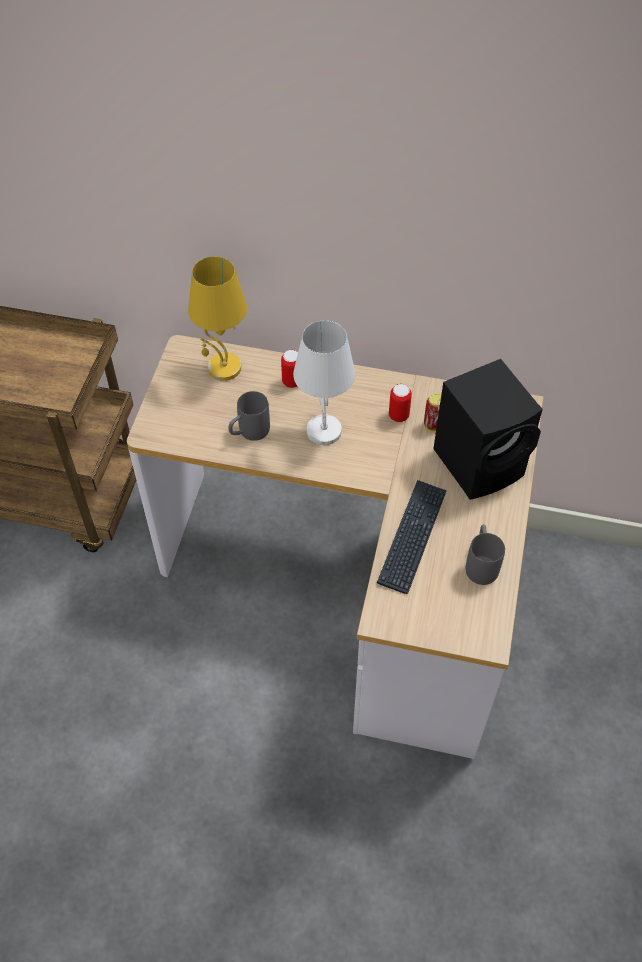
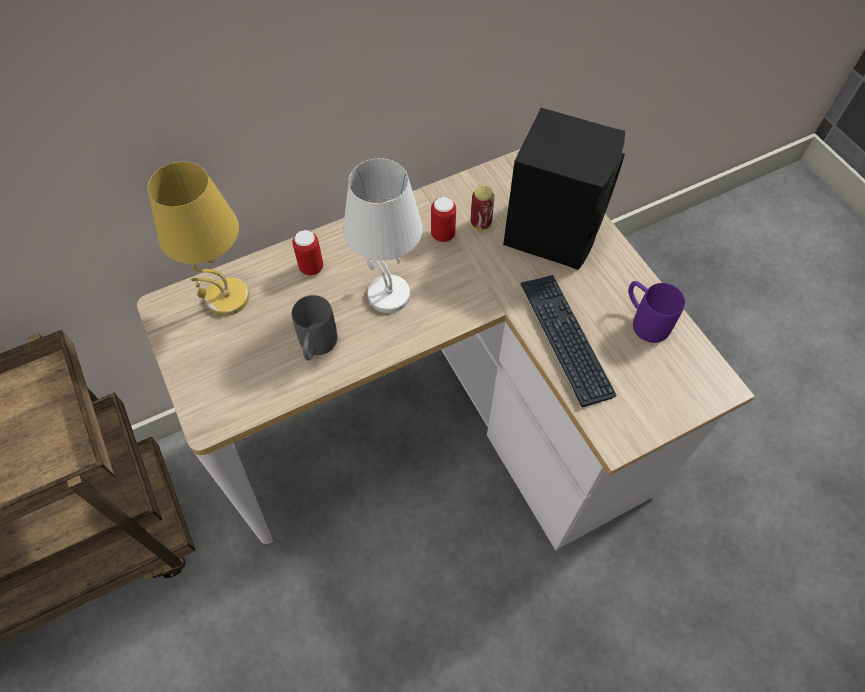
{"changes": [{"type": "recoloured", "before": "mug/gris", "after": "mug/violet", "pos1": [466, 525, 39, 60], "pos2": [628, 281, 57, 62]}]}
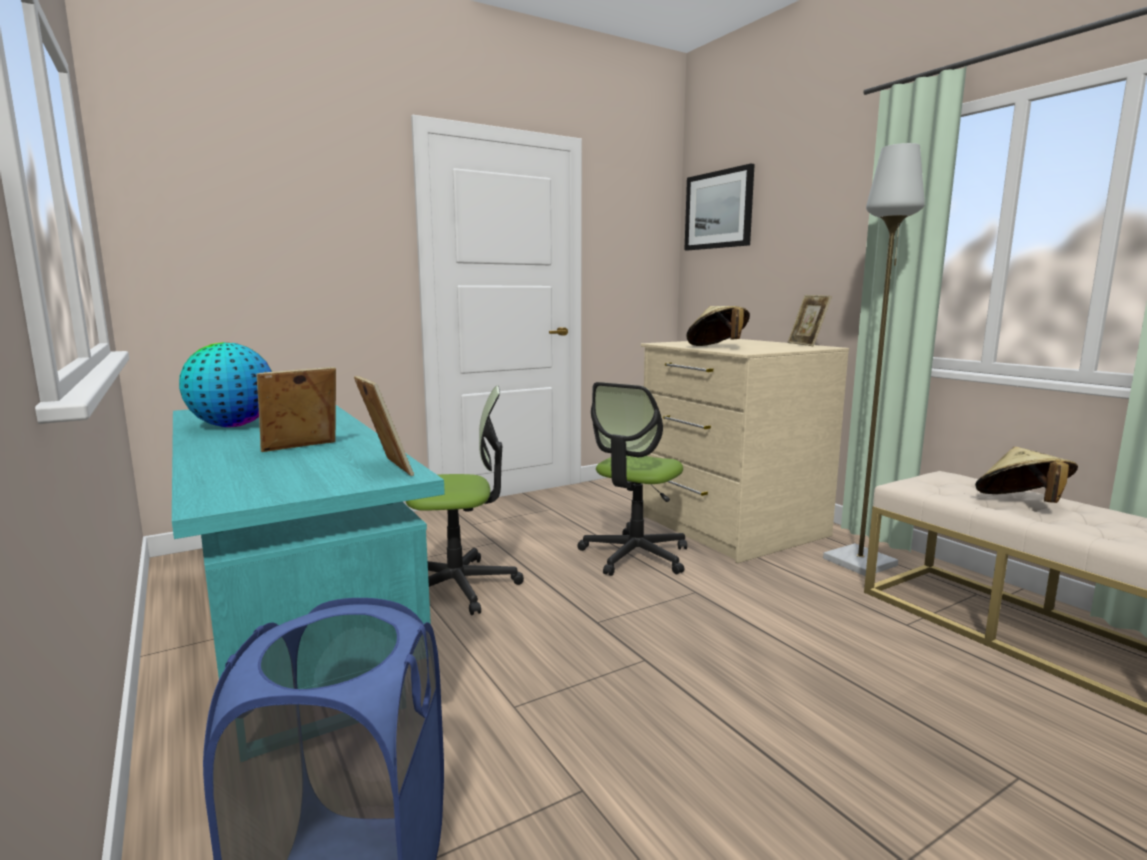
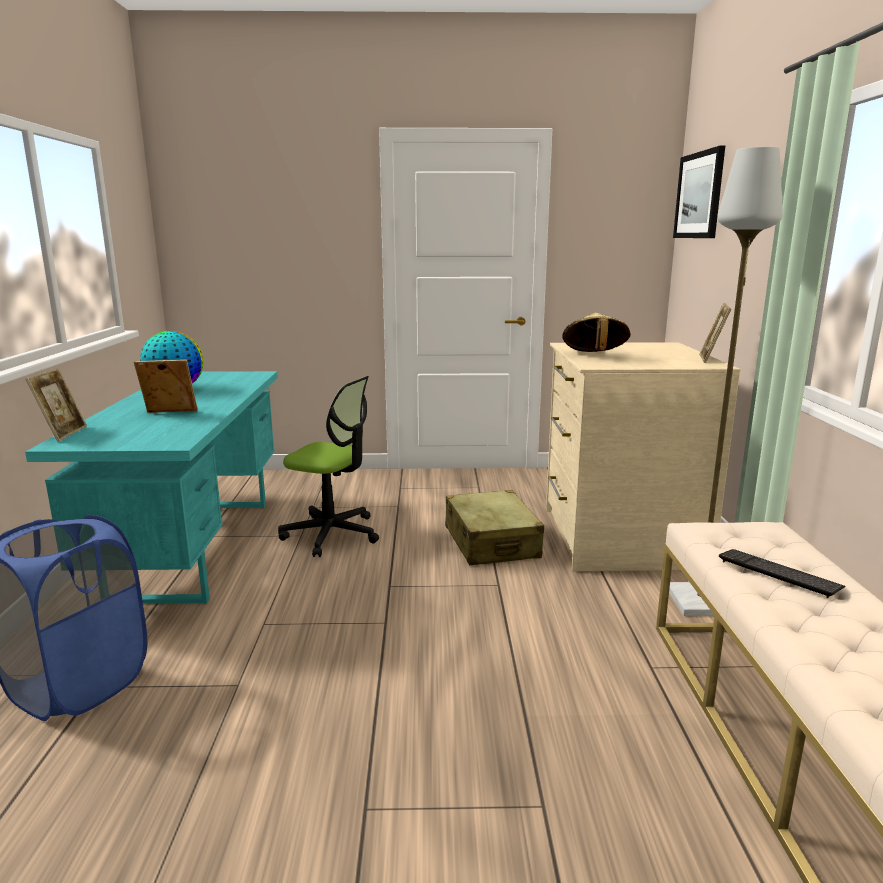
{"changes": [{"type": "moved", "before": "cadre photo", "pos1": [354, 376, 60, 100], "pos2": [26, 368, 61, 74]}, {"type": "replaced", "before": "chaise de bureau", "after": "valise/beige", "pos1": [577, 382, 110, 194], "pos2": [445, 490, 99, 75]}, {"type": "replaced", "before": "chapeau/beige", "after": "clavier", "pos1": [975, 447, 103, 56], "pos2": [719, 549, 127, 49]}]}
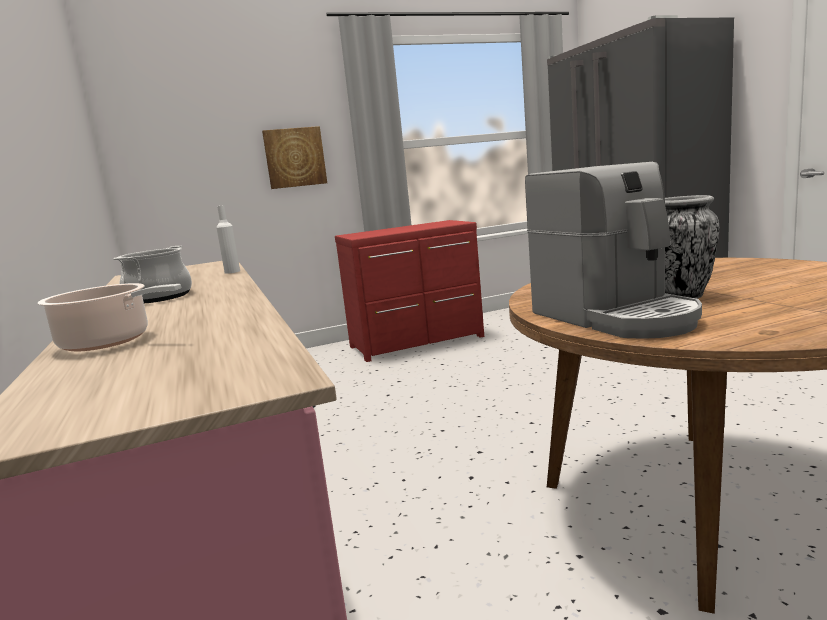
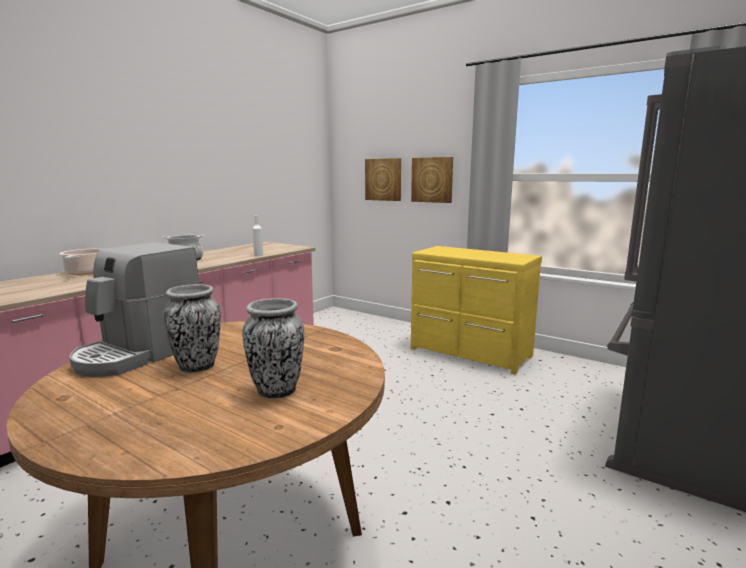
{"changes": [{"type": "added", "after": "vase", "pos2": [242, 298, 62, 101]}, {"type": "added", "after": "tableau", "pos2": [365, 158, 36, 43]}, {"type": "recoloured", "before": "commode/rouge", "after": "commode/jaune", "pos1": [335, 220, 149, 142], "pos2": [411, 246, 131, 129]}]}
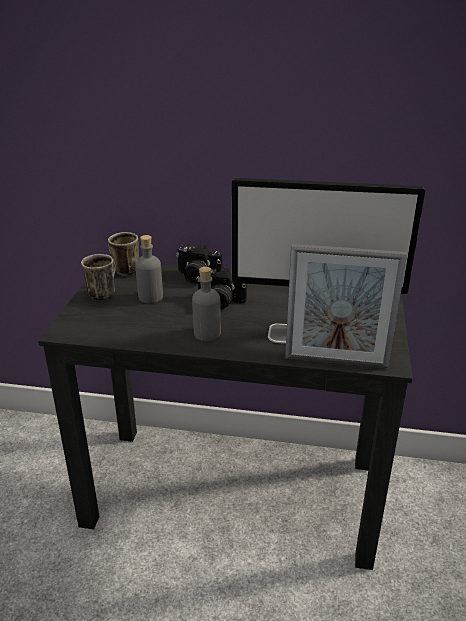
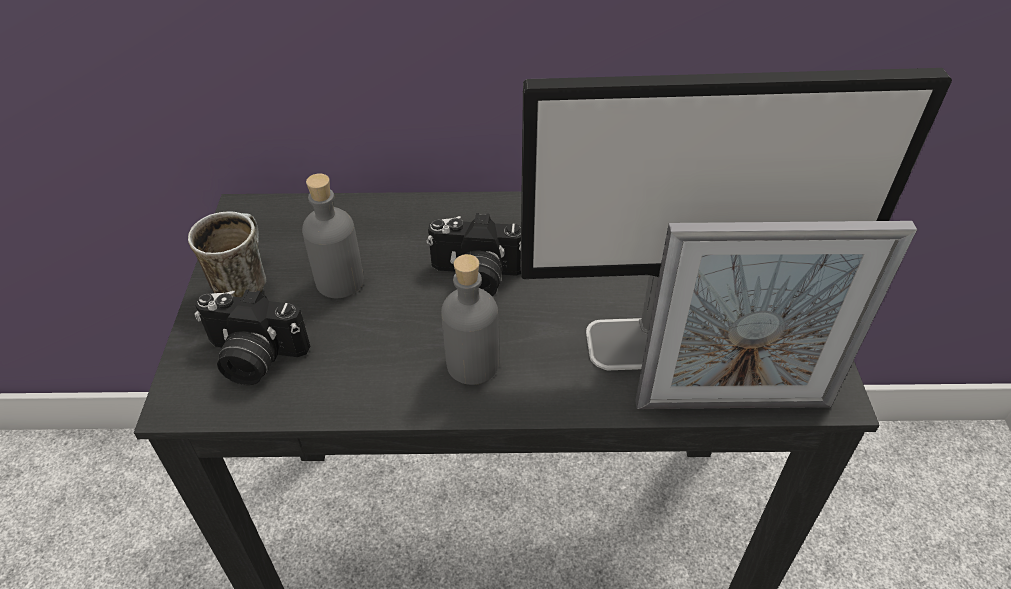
{"changes": [{"type": "removed", "before": "mug", "pos1": [108, 232, 31, 44]}, {"type": "moved", "before": "appareil photo", "pos1": [176, 244, 46, 40], "pos2": [195, 289, 115, 96]}]}
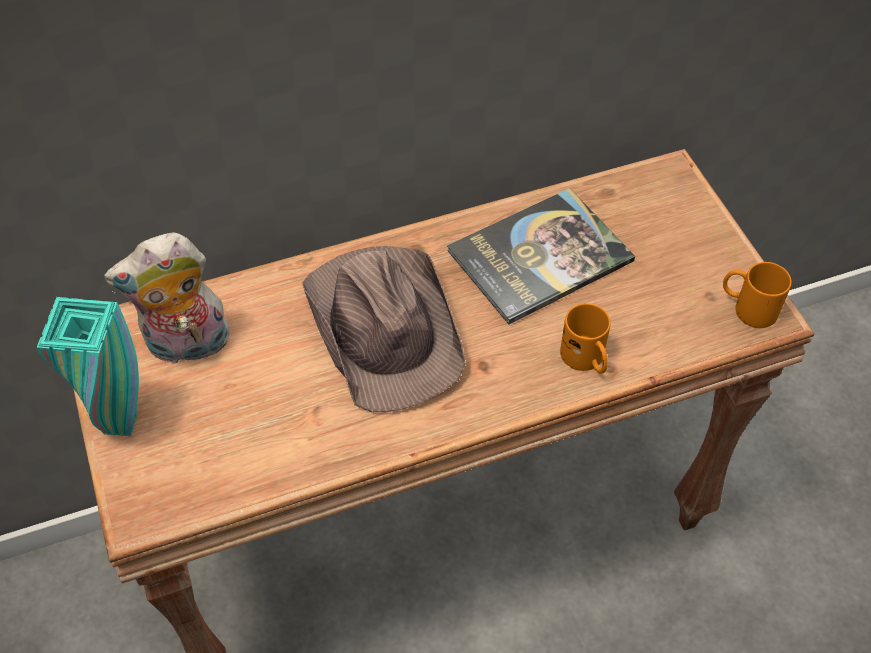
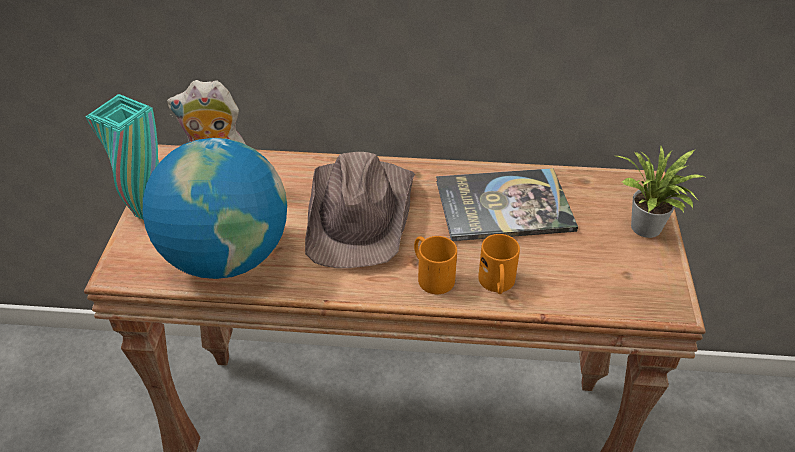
{"changes": [{"type": "added", "after": "globe", "pos2": [143, 138, 144, 141]}, {"type": "added", "after": "plante en pot", "pos2": [613, 146, 91, 92]}, {"type": "moved", "before": "mug/orange", "pos1": [723, 262, 69, 66], "pos2": [414, 236, 43, 58]}]}
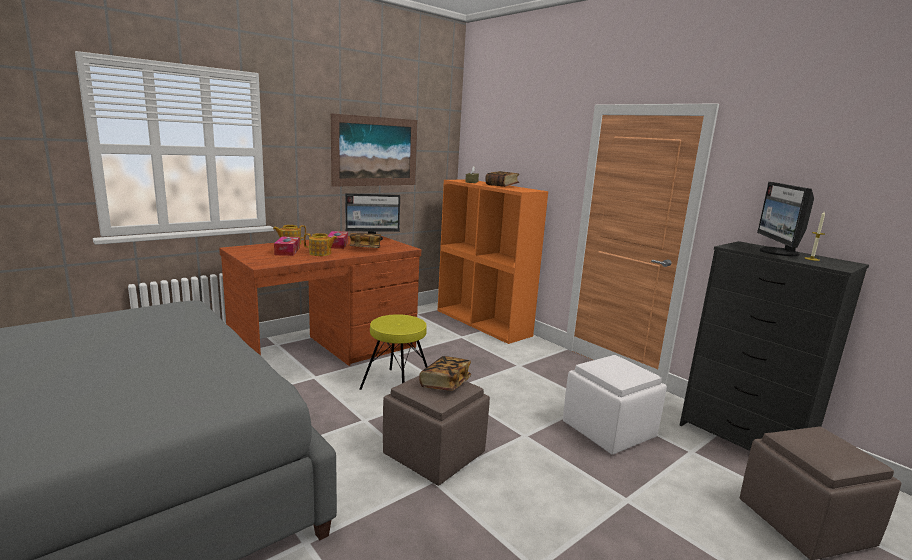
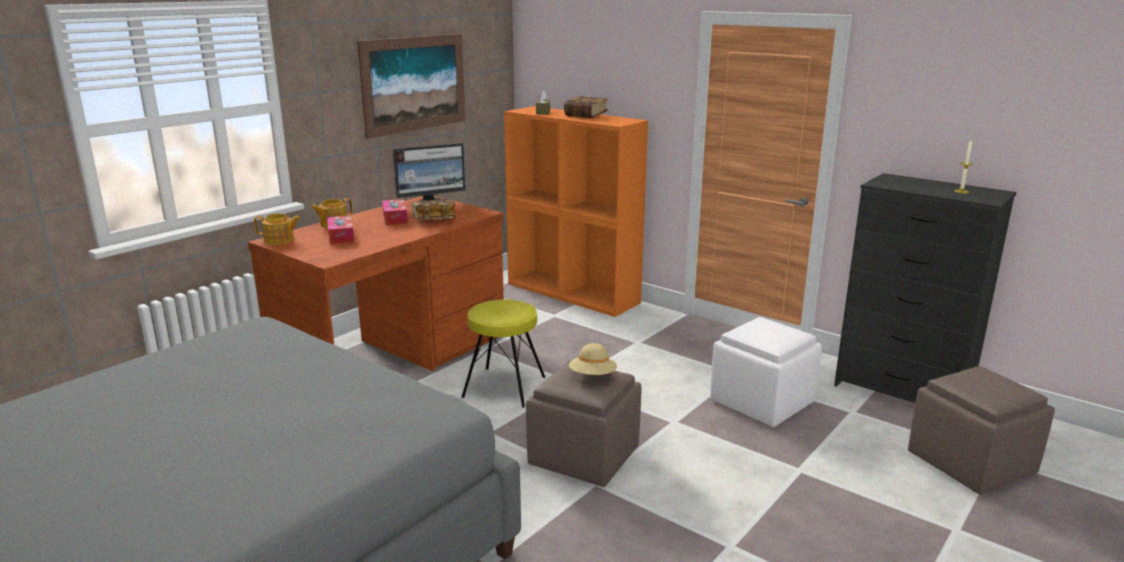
{"changes": [{"type": "removed", "before": "écran d'ordinateur", "pos1": [757, 182, 57, 74]}, {"type": "moved", "before": "théière", "pos1": [304, 233, 34, 23], "pos2": [254, 214, 47, 31]}, {"type": "replaced", "before": "livre", "after": "chapeau/beige", "pos1": [419, 356, 52, 35], "pos2": [569, 343, 48, 32]}]}
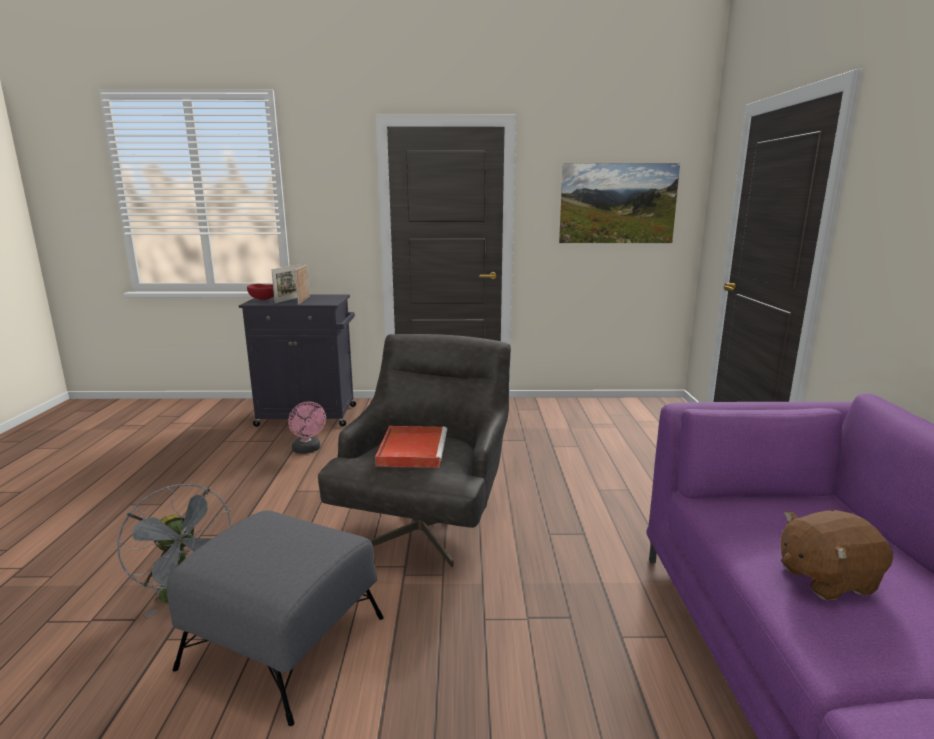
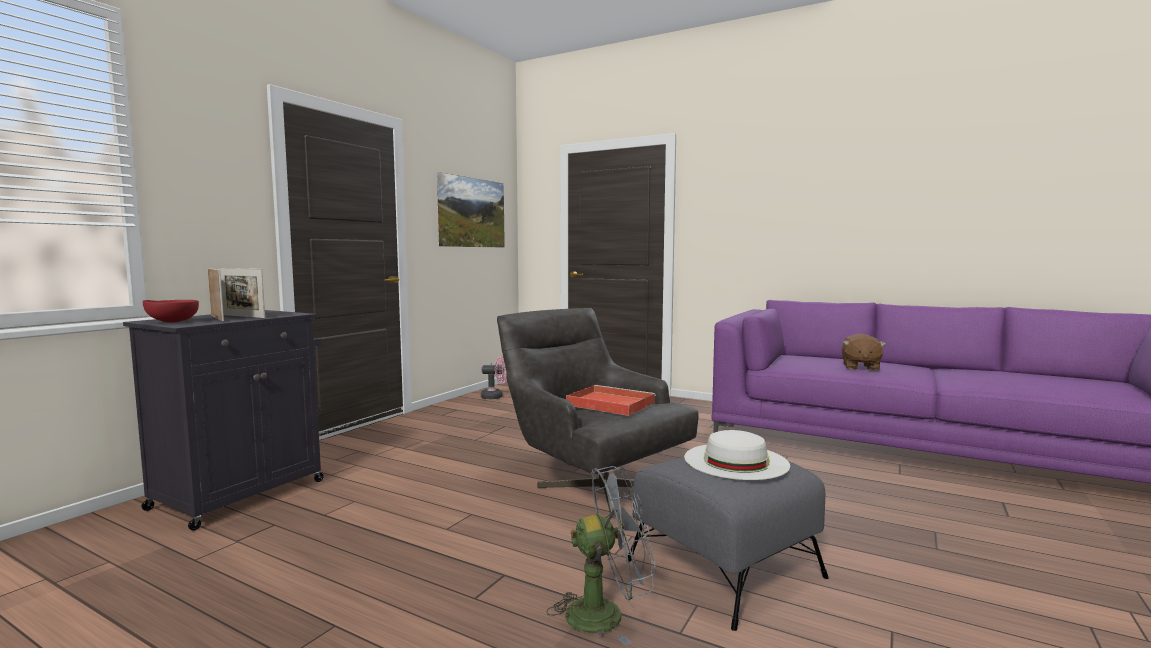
{"changes": [{"type": "added", "after": "chapeau/blanc", "pos2": [684, 430, 106, 50]}, {"type": "moved", "before": "ventilateur/rose", "pos1": [288, 402, 38, 52], "pos2": [481, 355, 26, 44]}]}
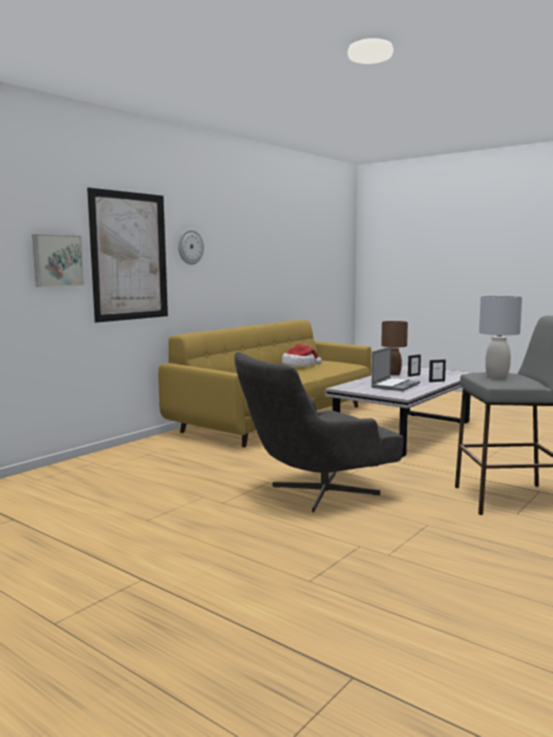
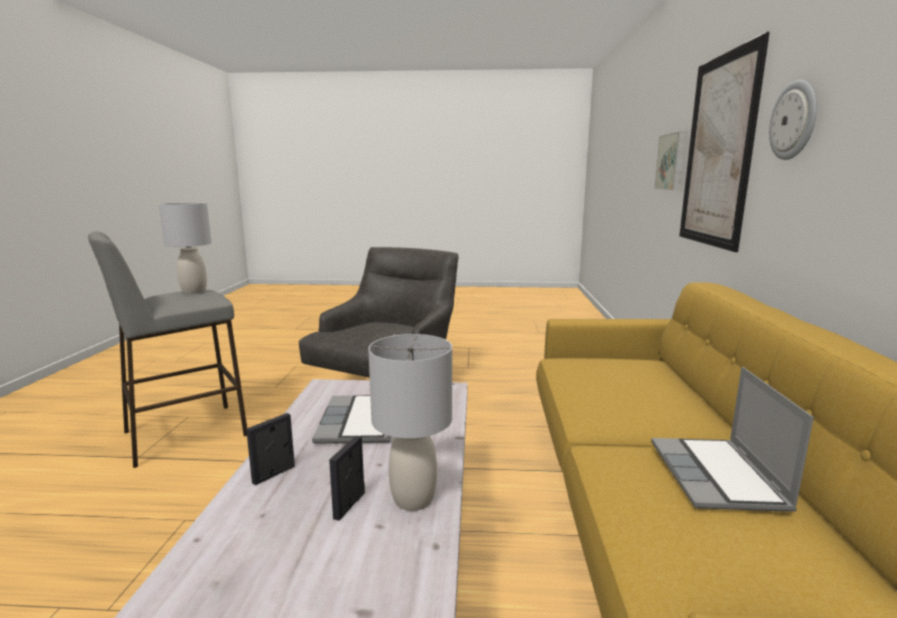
{"changes": [{"type": "replaced", "before": "chapeau", "after": "ordinateur portable", "pos1": [282, 344, 40, 23], "pos2": [651, 367, 163, 145]}, {"type": "recoloured", "before": "lampe de table/marron", "after": "lampe de table/gris", "pos1": [381, 321, 27, 54], "pos2": [368, 334, 84, 177]}]}
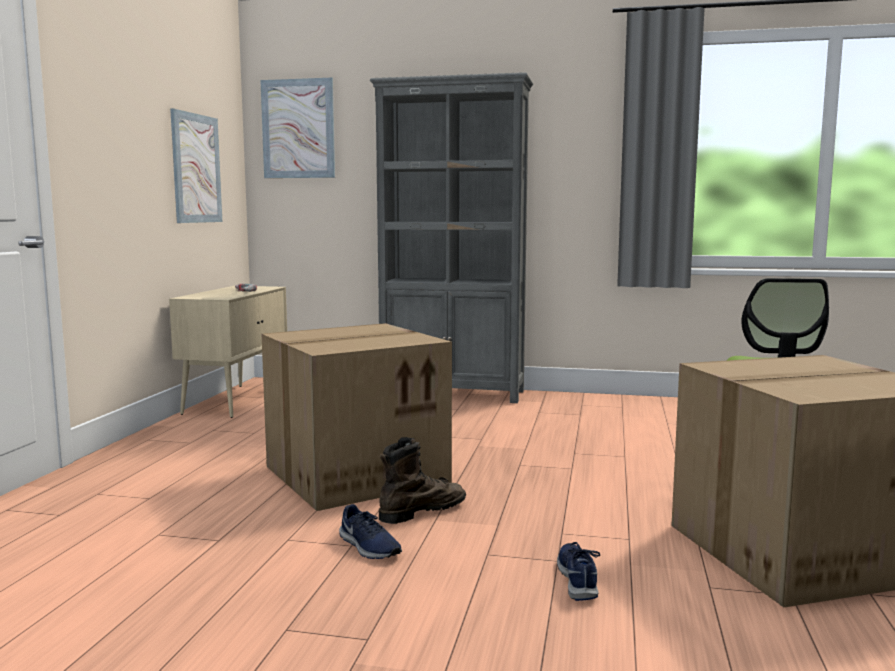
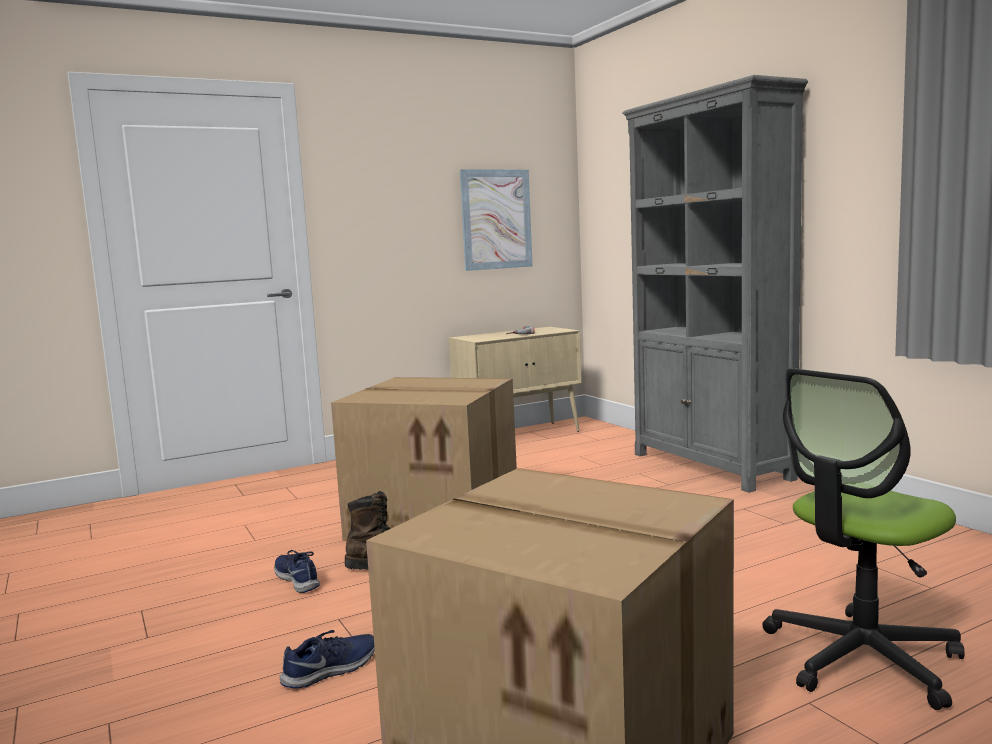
{"changes": [{"type": "removed", "before": "tableau", "pos1": [260, 78, 75, 100]}, {"type": "turned", "before": "chaussure/bleu", "pos1": [339, 504, 63, 55], "pos2": [274, 550, 46, 43], "turn": 135}]}
